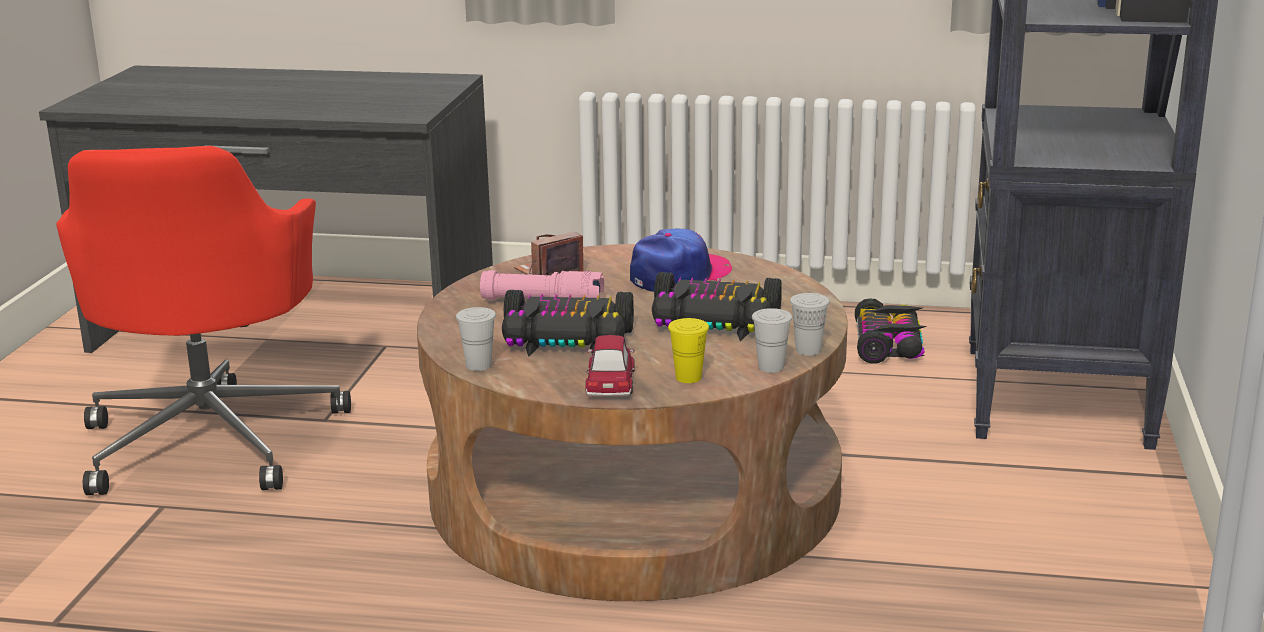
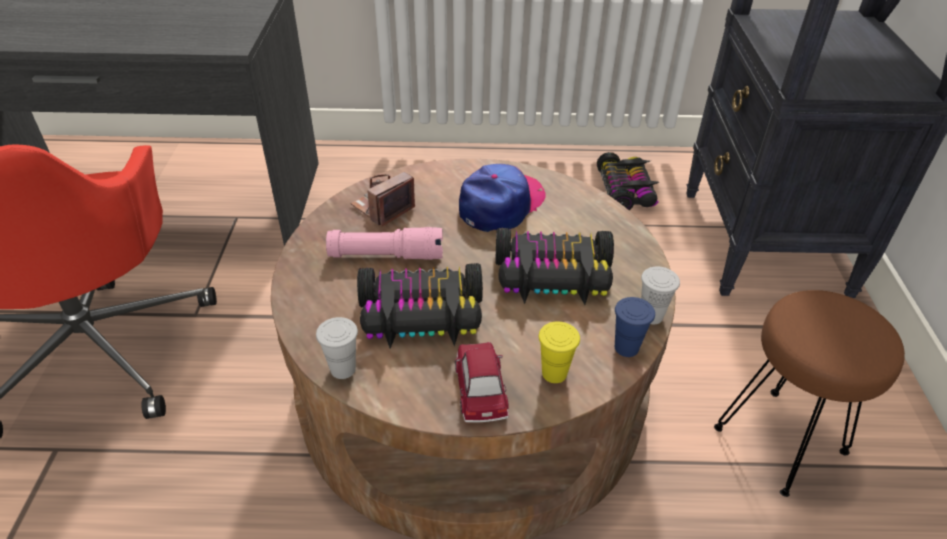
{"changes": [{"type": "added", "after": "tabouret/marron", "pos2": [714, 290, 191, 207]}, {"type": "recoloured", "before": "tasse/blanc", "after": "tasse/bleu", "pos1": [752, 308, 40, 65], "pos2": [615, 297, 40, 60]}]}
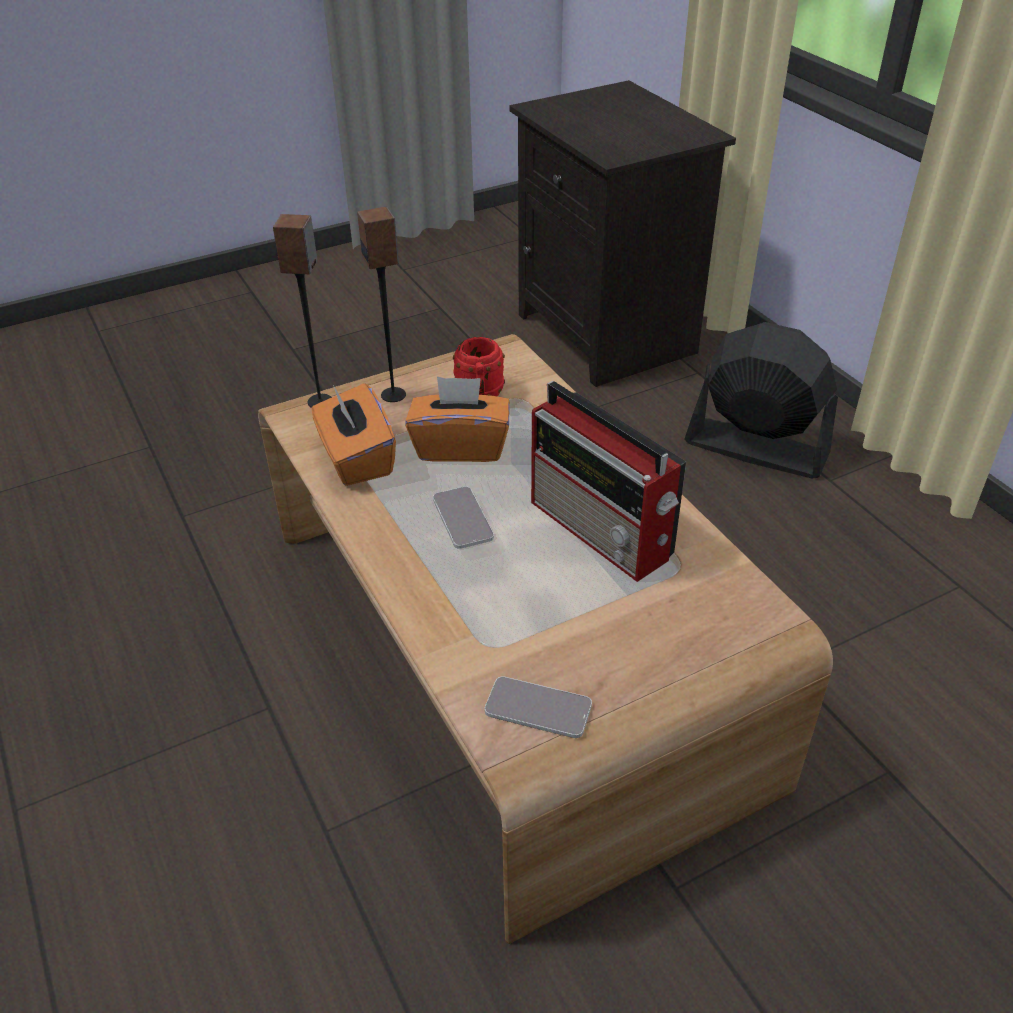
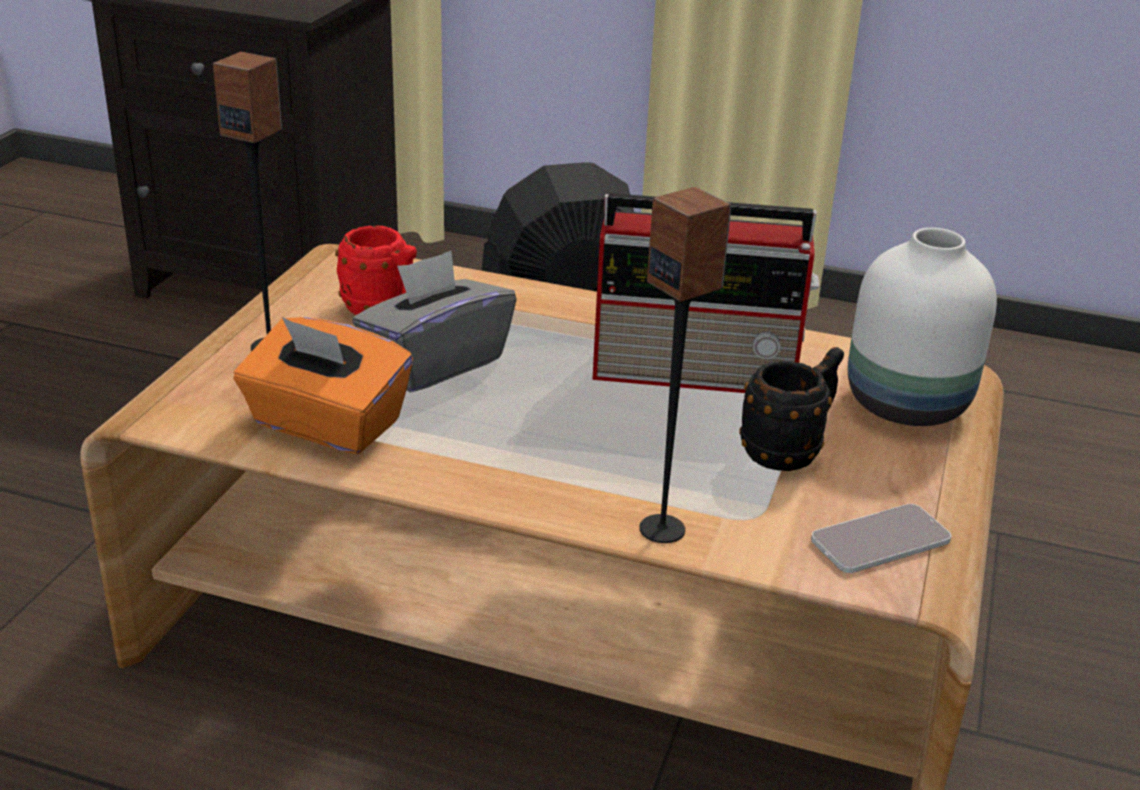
{"changes": [{"type": "removed", "before": "téléphone", "pos1": [433, 486, 61, 63]}, {"type": "added", "after": "mug/noir", "pos2": [739, 347, 105, 124]}, {"type": "added", "after": "vase/blanc", "pos2": [848, 228, 149, 198]}, {"type": "moved", "before": "enceinte", "pos1": [273, 214, 59, 194], "pos2": [639, 187, 93, 356]}, {"type": "recoloured", "before": "boîte à mouchoirs/orange", "after": "boîte à mouchoirs/gris", "pos1": [405, 376, 105, 86], "pos2": [352, 251, 165, 141]}]}
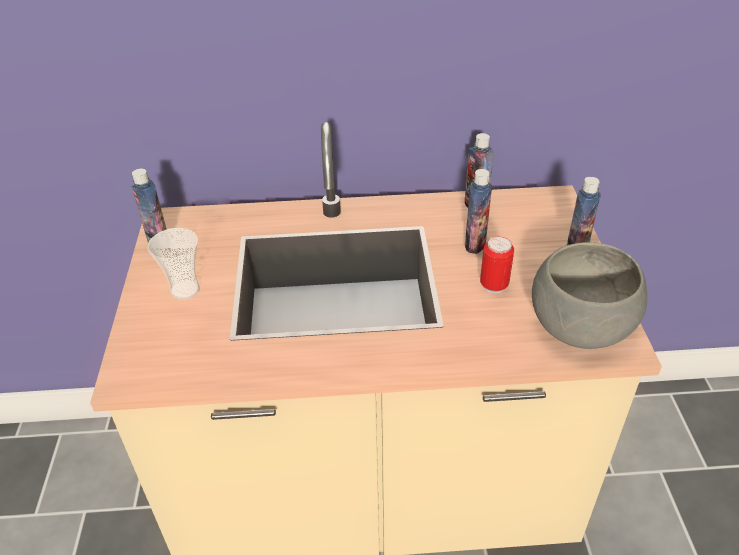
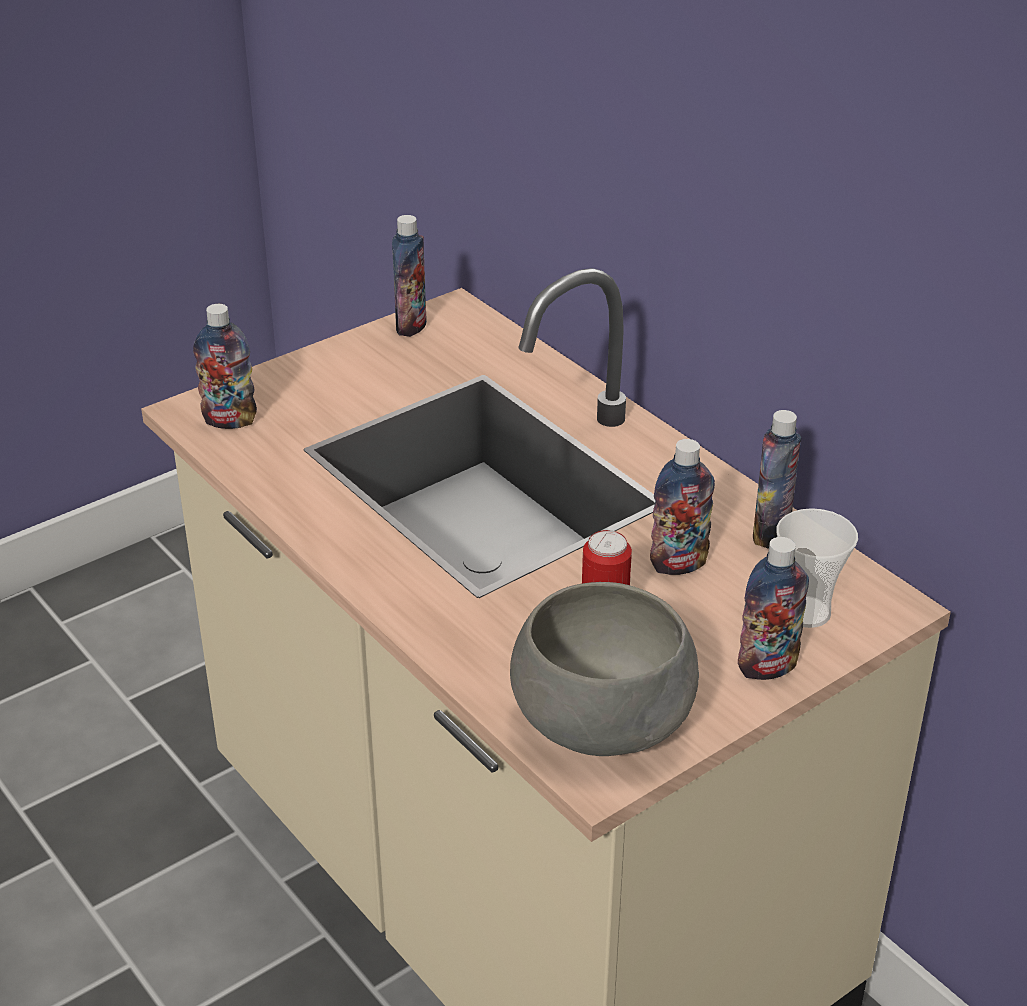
{"changes": [{"type": "added", "after": "bouteille", "pos2": [193, 304, 64, 125]}, {"type": "moved", "before": "tasse", "pos1": [147, 228, 53, 72], "pos2": [776, 508, 82, 120]}]}
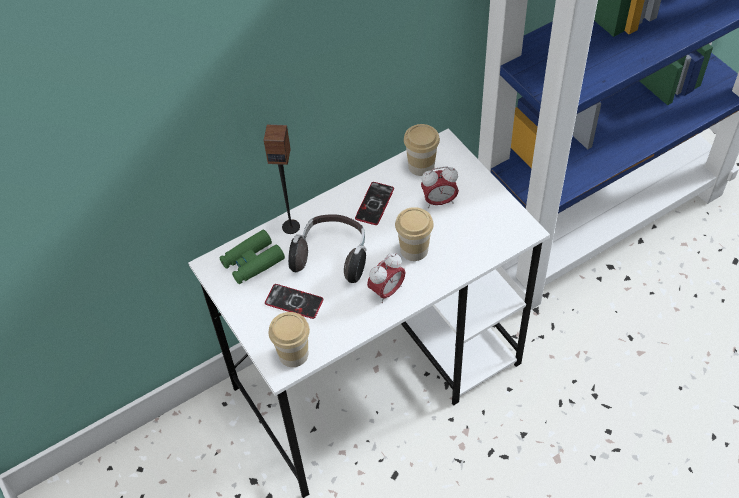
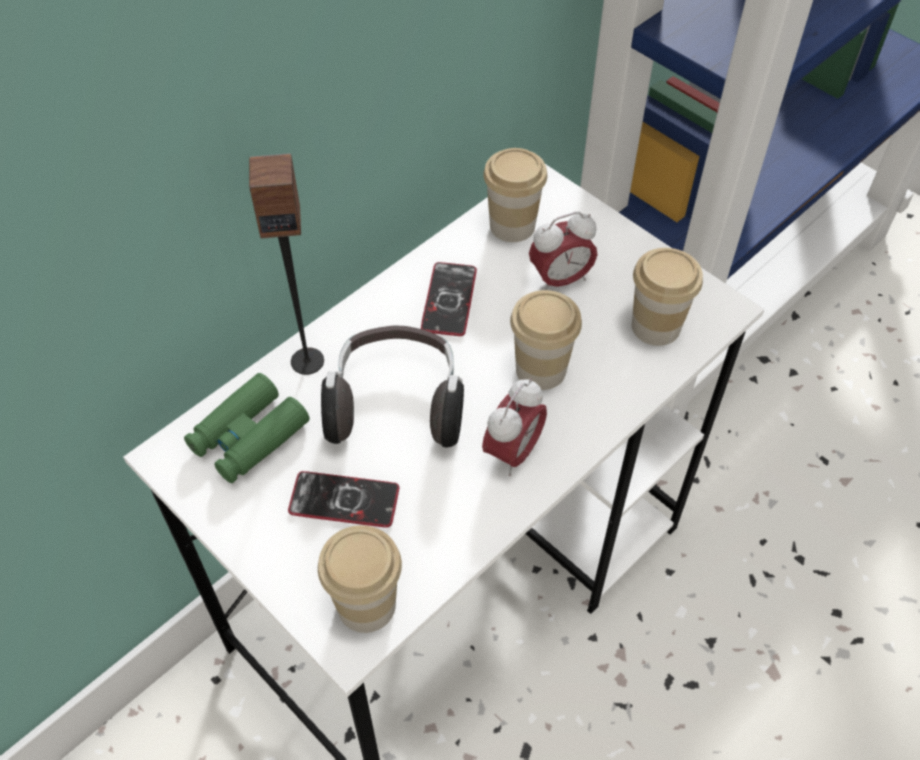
{"changes": [{"type": "added", "after": "tasse", "pos2": [632, 248, 71, 98]}]}
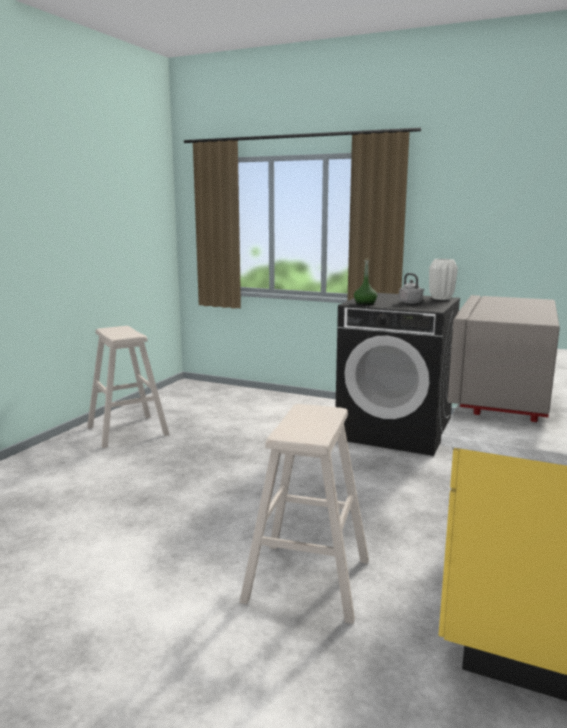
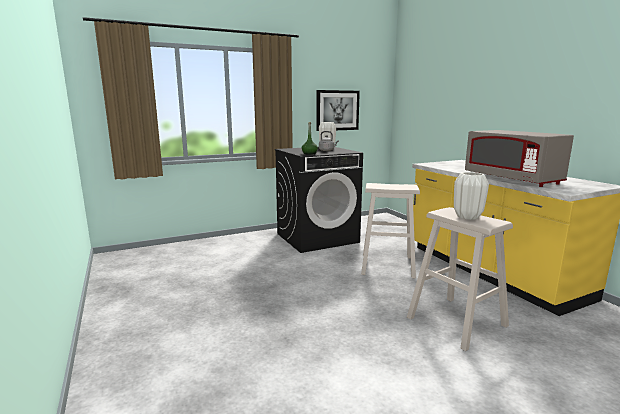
{"changes": [{"type": "added", "after": "tableau", "pos2": [316, 90, 44, 41]}, {"type": "added", "after": "vase/blanc", "pos2": [454, 172, 35, 48]}, {"type": "moved", "before": "tabouret/beige", "pos1": [87, 326, 83, 122], "pos2": [361, 183, 59, 96]}]}
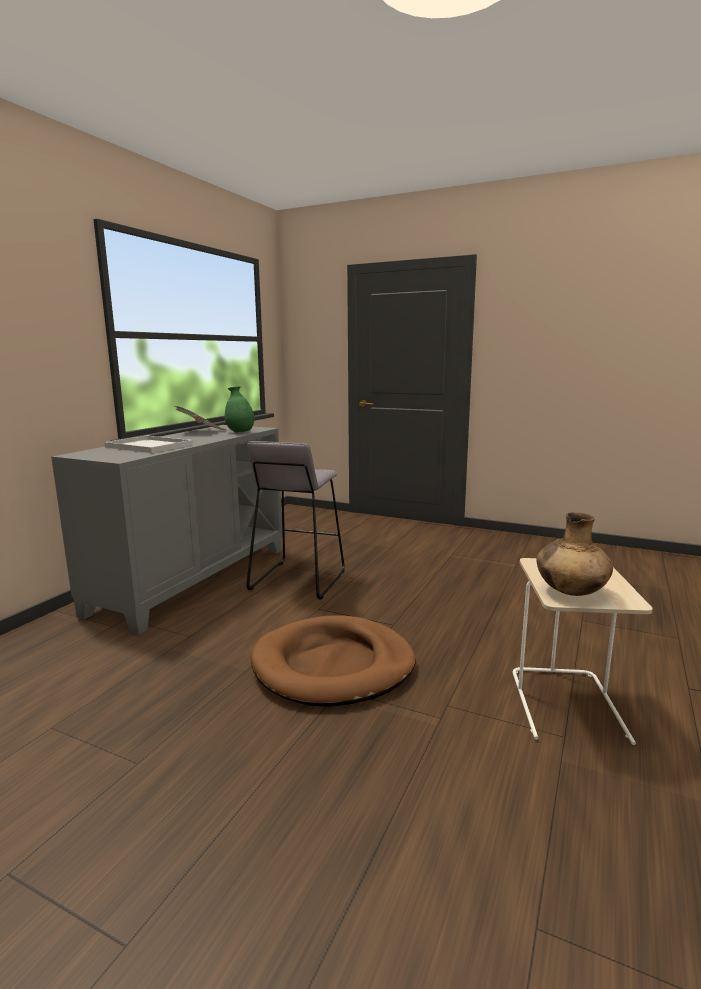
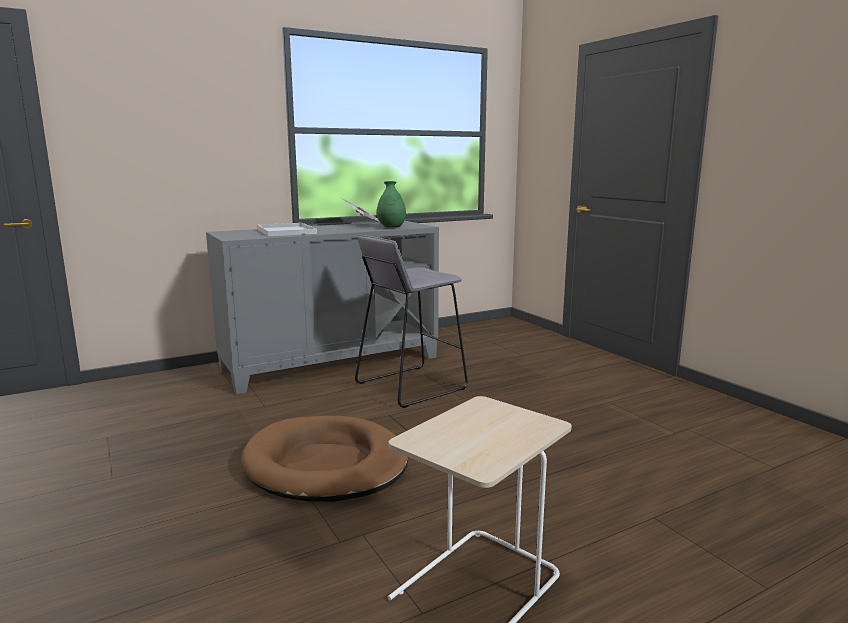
{"changes": [{"type": "removed", "before": "vase/marron", "pos1": [537, 512, 76, 84]}]}
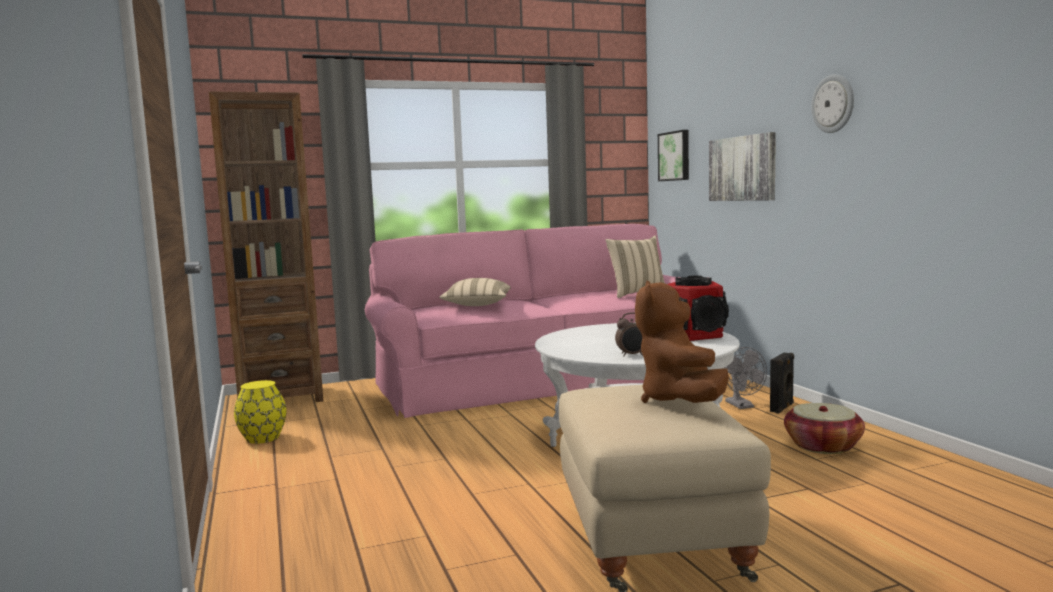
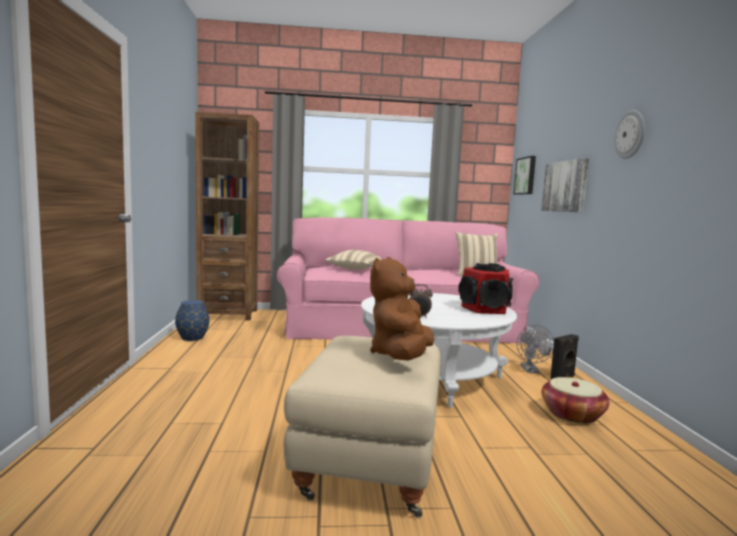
{"changes": [{"type": "recoloured", "before": "vase/jaune", "after": "vase/bleu", "pos1": [234, 380, 52, 64], "pos2": [175, 300, 35, 41]}]}
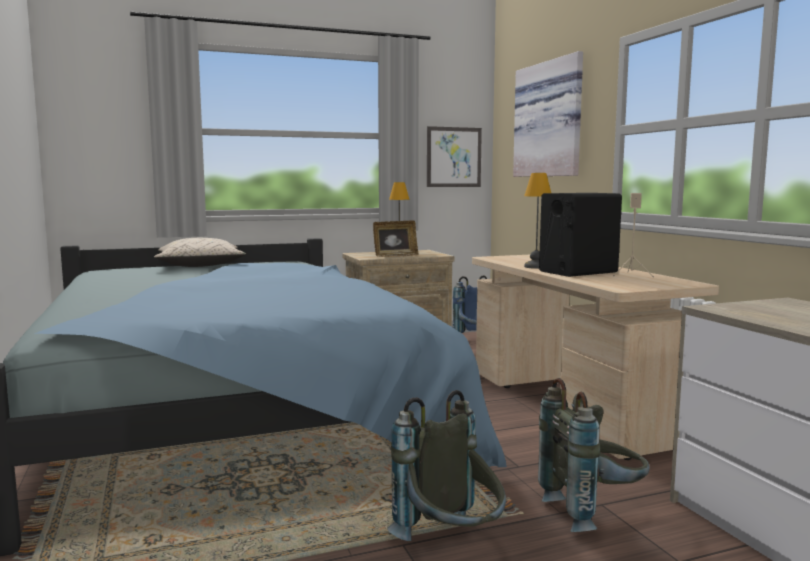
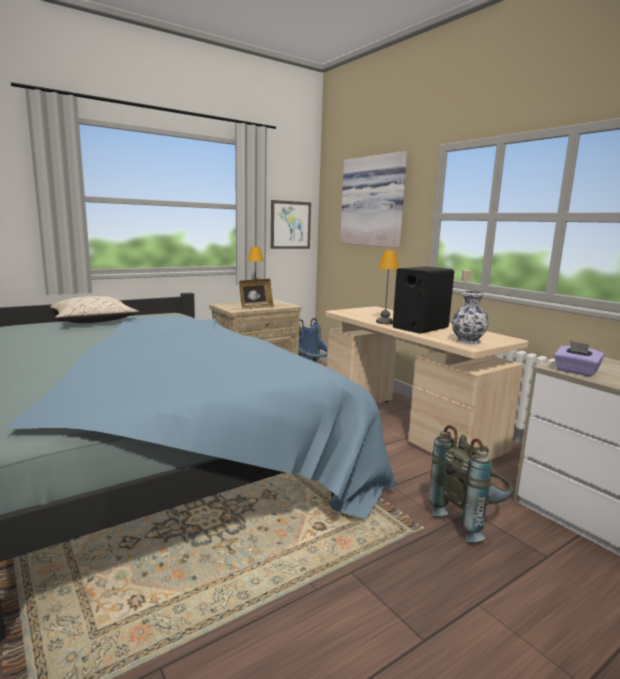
{"changes": [{"type": "removed", "before": "sac à dos/gris", "pos1": [387, 390, 119, 151]}, {"type": "added", "after": "vase", "pos2": [452, 291, 37, 54]}, {"type": "added", "after": "boîte à mouchoirs/violet", "pos2": [554, 341, 50, 36]}]}
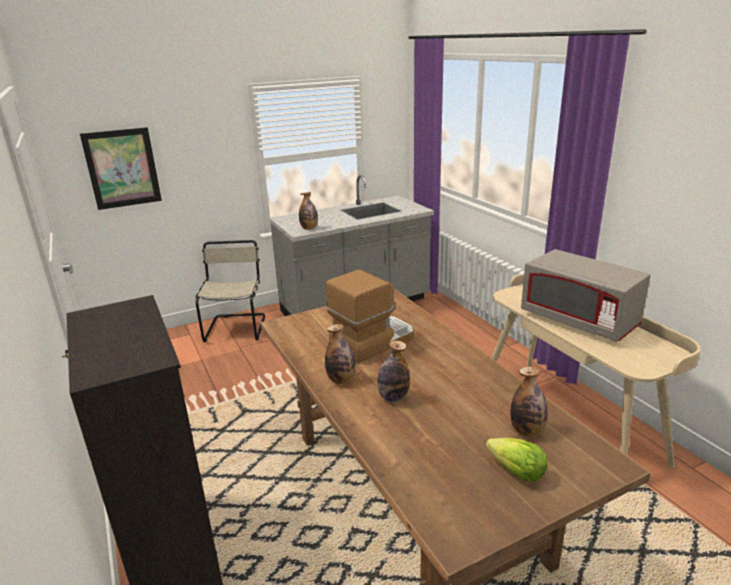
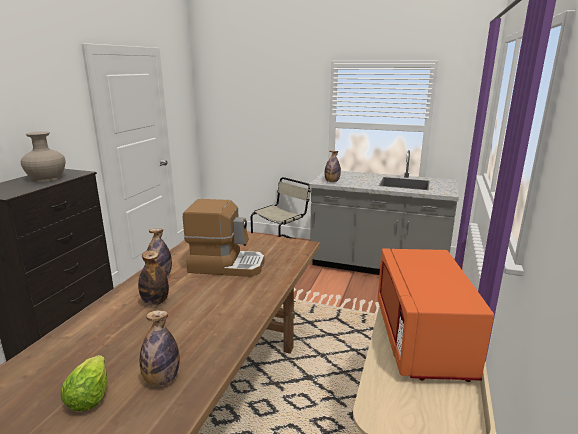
{"changes": [{"type": "removed", "before": "tableau", "pos1": [80, 127, 82, 83]}, {"type": "added", "after": "vase/beige", "pos2": [21, 131, 45, 51]}, {"type": "recoloured", "before": "micro-ondes/gris", "after": "micro-ondes/orange", "pos1": [521, 249, 130, 93], "pos2": [378, 248, 116, 134]}]}
